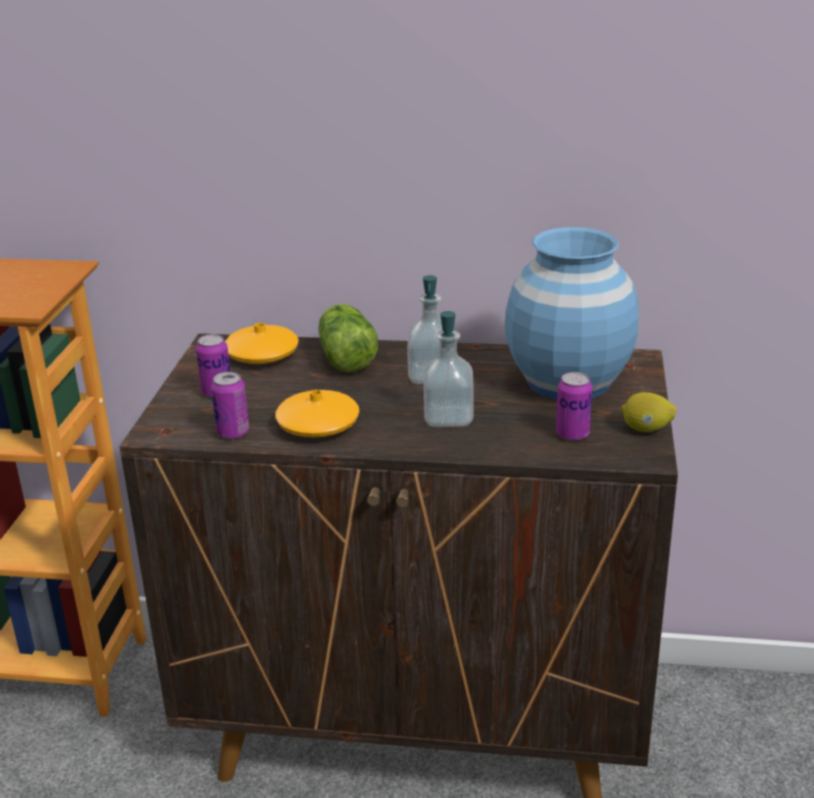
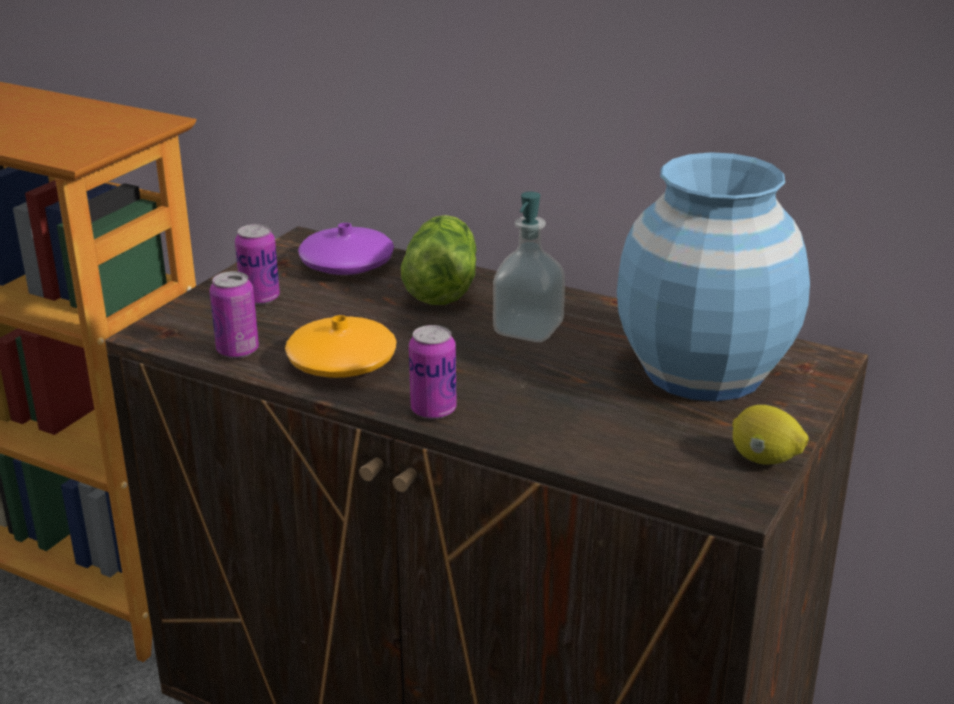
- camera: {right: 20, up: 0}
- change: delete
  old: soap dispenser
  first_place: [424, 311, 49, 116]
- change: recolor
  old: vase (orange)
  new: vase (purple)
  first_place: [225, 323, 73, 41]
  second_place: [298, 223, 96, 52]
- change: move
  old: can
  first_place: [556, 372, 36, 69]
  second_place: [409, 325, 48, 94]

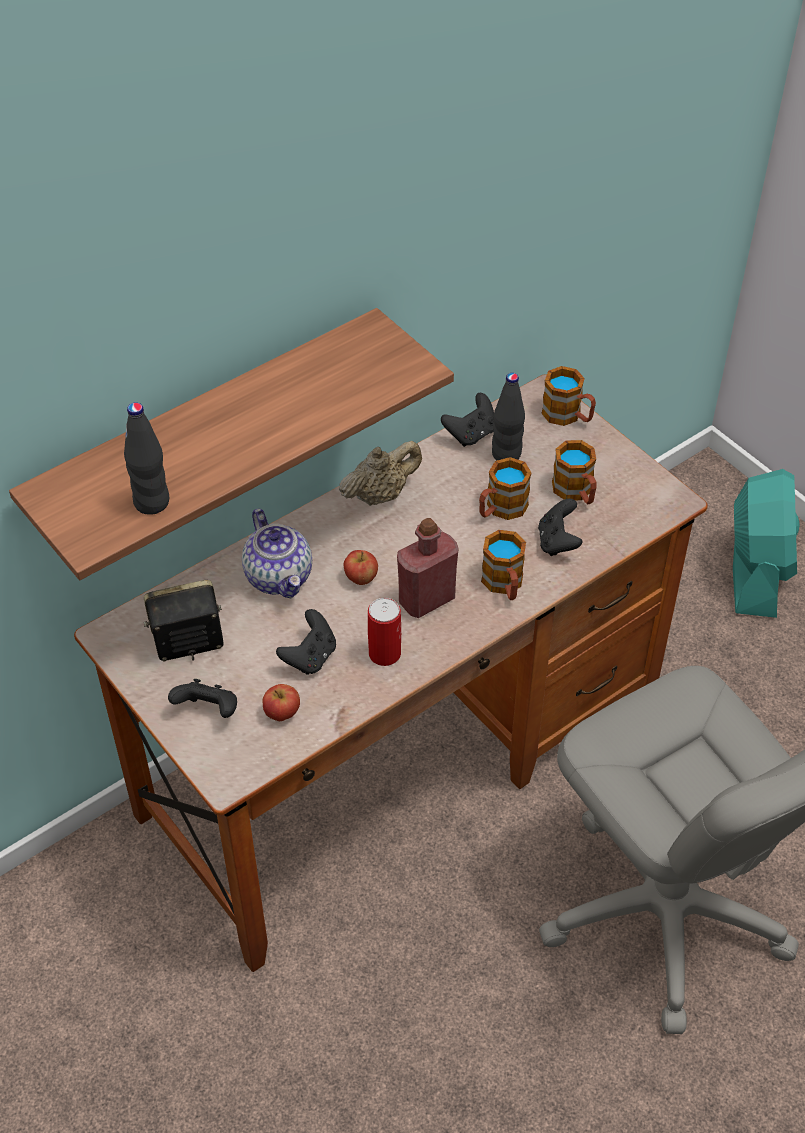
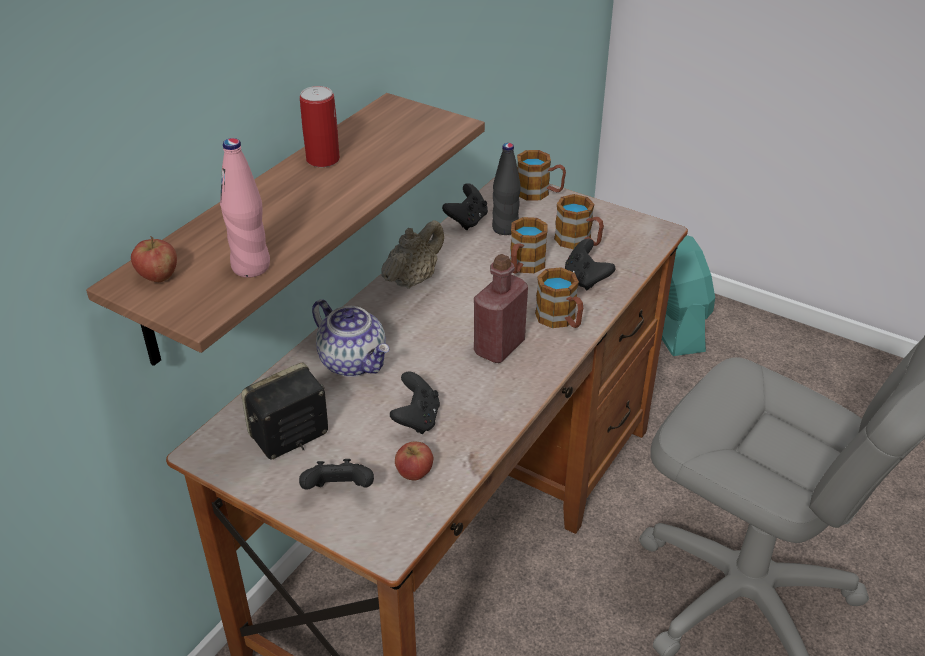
- camera: {right: -20, up: -10}
- change: recolor
  old: bottle (black)
  new: bottle (pink)
  first_place: [124, 402, 45, 113]
  second_place: [220, 138, 50, 140]
- change: move
  old: apple
  first_place: [344, 550, 34, 35]
  second_place: [131, 236, 46, 46]
- change: move
  old: can
  first_place: [368, 598, 33, 68]
  second_place: [300, 86, 40, 81]

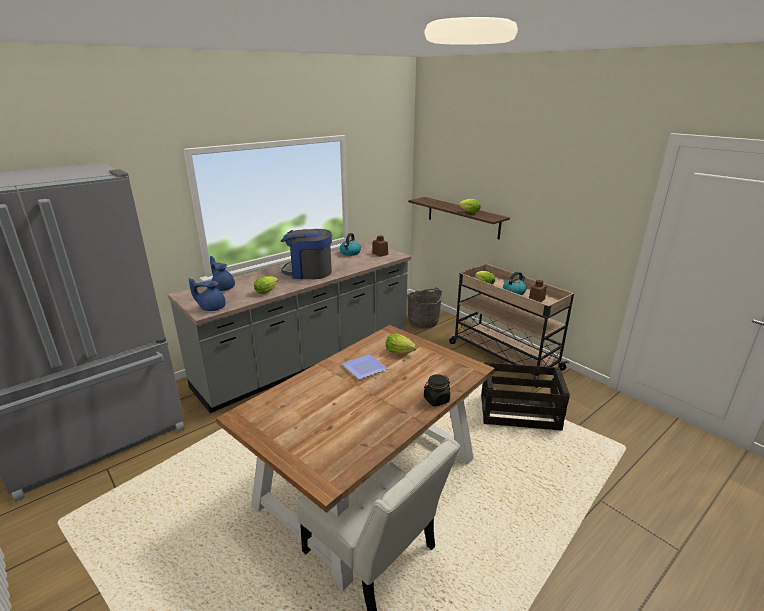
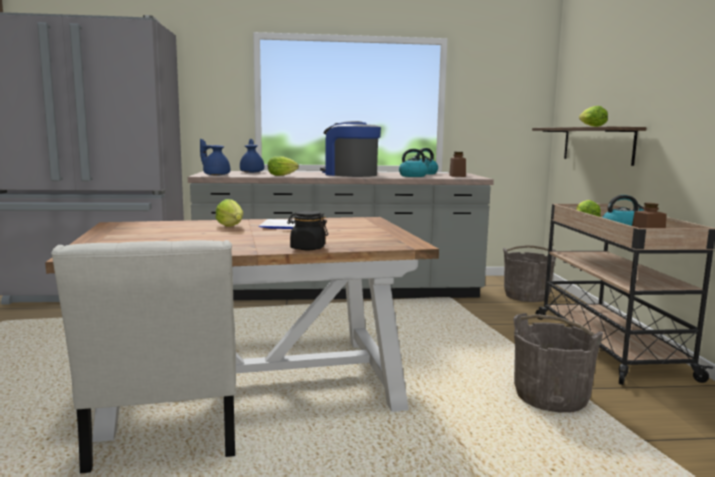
- camera: {right: 35, up: -15}
- change: move
  old: lettuce
  first_place: [386, 333, 31, 21]
  second_place: [215, 199, 28, 28]
- change: replace
  old: crate
  new: bucket (grey)
  first_place: [481, 362, 89, 69]
  second_place: [513, 313, 91, 99]
- change: insert
  new: kettle
  second_place: [399, 149, 33, 28]

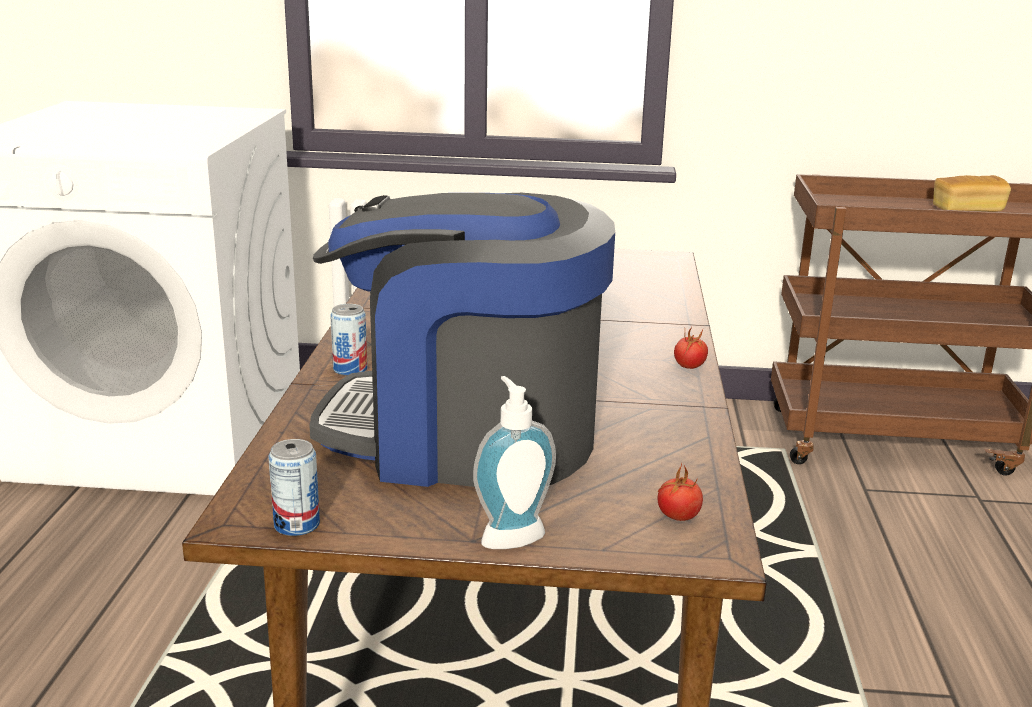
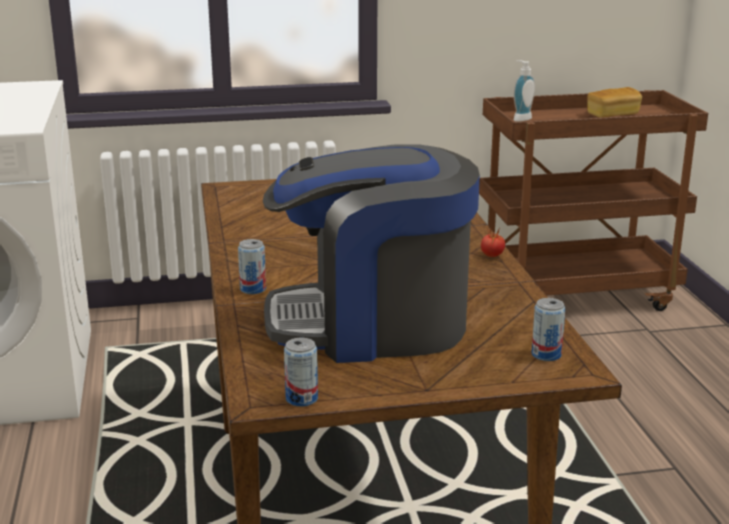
- camera: {right: -15, up: 0}
- change: move
  old: soap dispenser
  first_place: [473, 376, 83, 173]
  second_place: [513, 60, 22, 62]
- change: replace
  old: tomato
  new: can
  first_place: [658, 463, 45, 58]
  second_place: [532, 298, 34, 63]

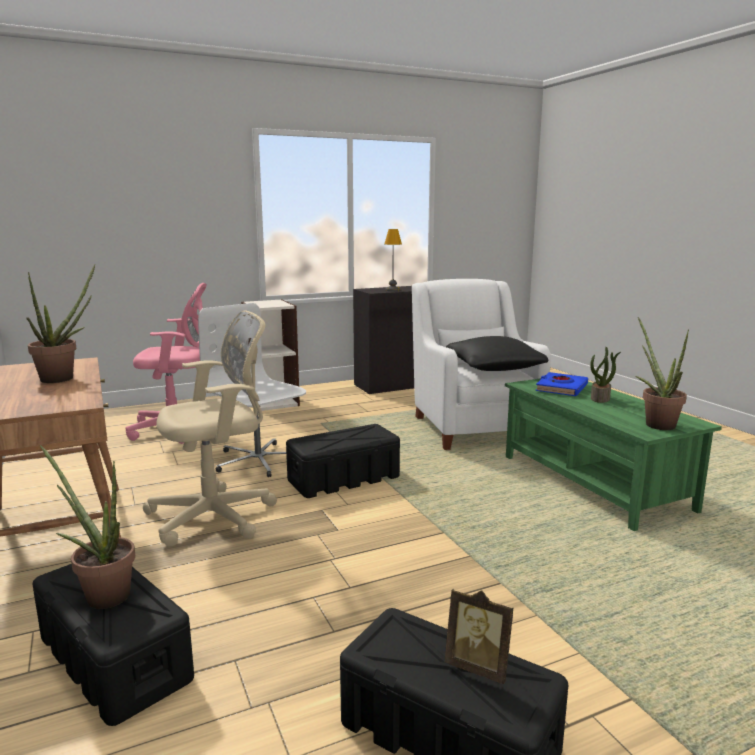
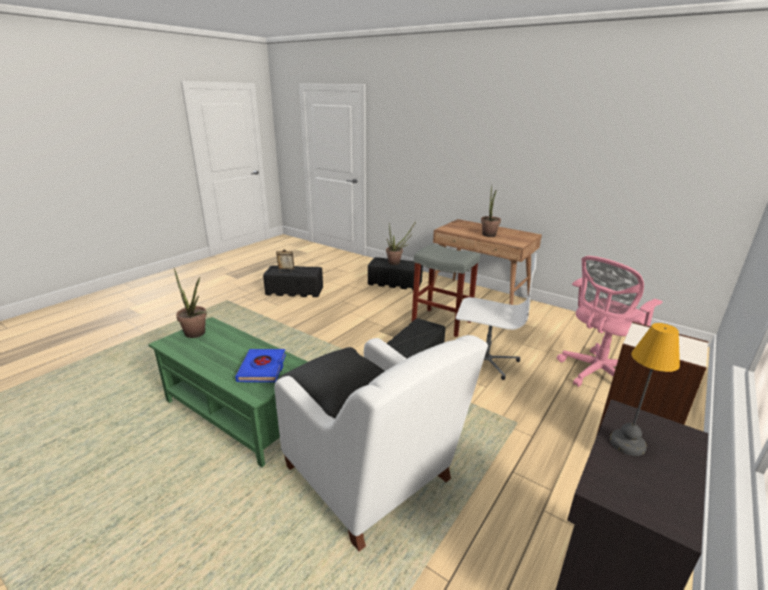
- camera: {right: 150, up: 10}
- change: replace
  old: office chair (beige)
  new: stool (grey)
  first_place: [143, 310, 134, 237]
  second_place: [412, 244, 68, 93]
- change: delete
  old: potted plant
  first_place: [590, 347, 31, 56]

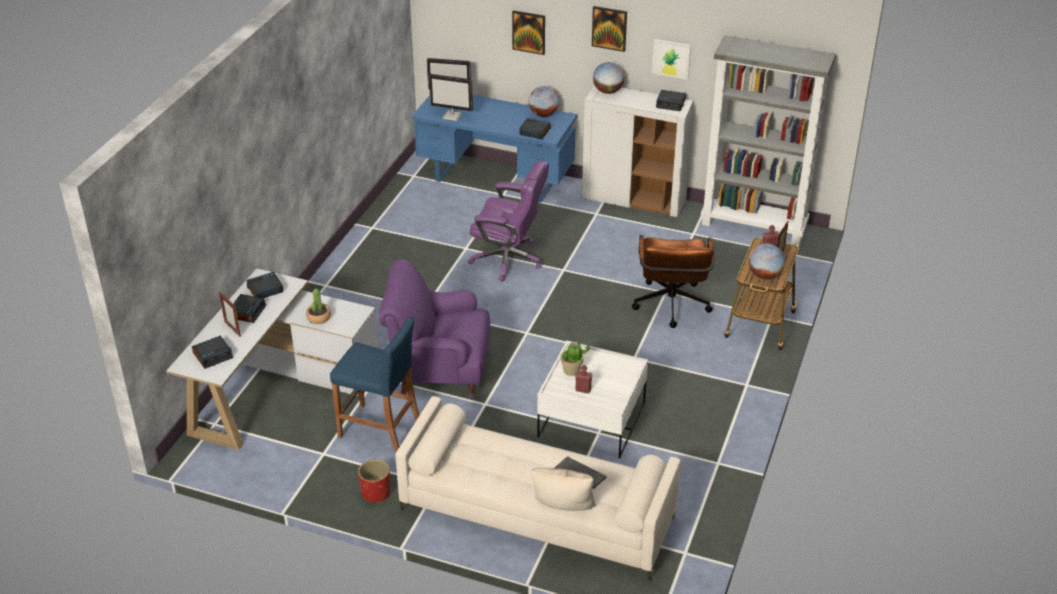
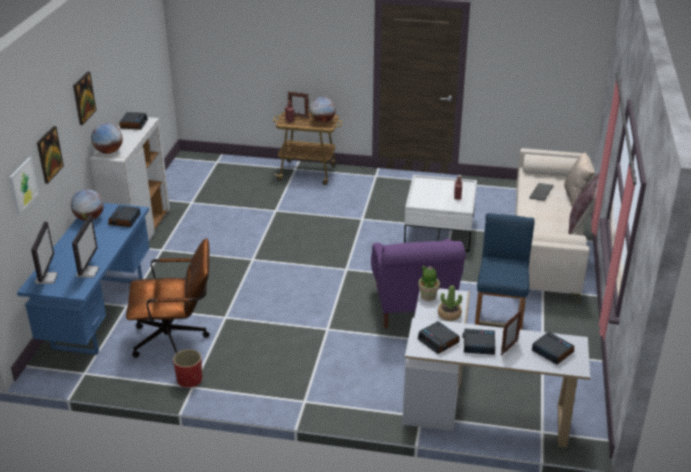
- camera: {right: -100, up: -5}
- change: delete
  old: bookcase (grey)
  first_place: [701, 35, 135, 210]
- change: move
  old: picture
  first_place: [652, 39, 39, 40]
  second_place: [9, 157, 30, 57]
- change: delete
  old: office chair (purple)
  first_place: [468, 161, 81, 121]
- change: move
  old: office chair (brown)
  first_place: [632, 235, 83, 93]
  second_place: [126, 238, 84, 120]
- change: move
  old: potted plant
  first_place: [561, 341, 29, 35]
  second_place: [418, 265, 22, 36]
- change: move
  old: planter (red)
  first_place: [358, 459, 32, 44]
  second_place: [173, 349, 30, 39]
- change: insert
  new: pillow (brown)
  second_place: [568, 173, 32, 61]

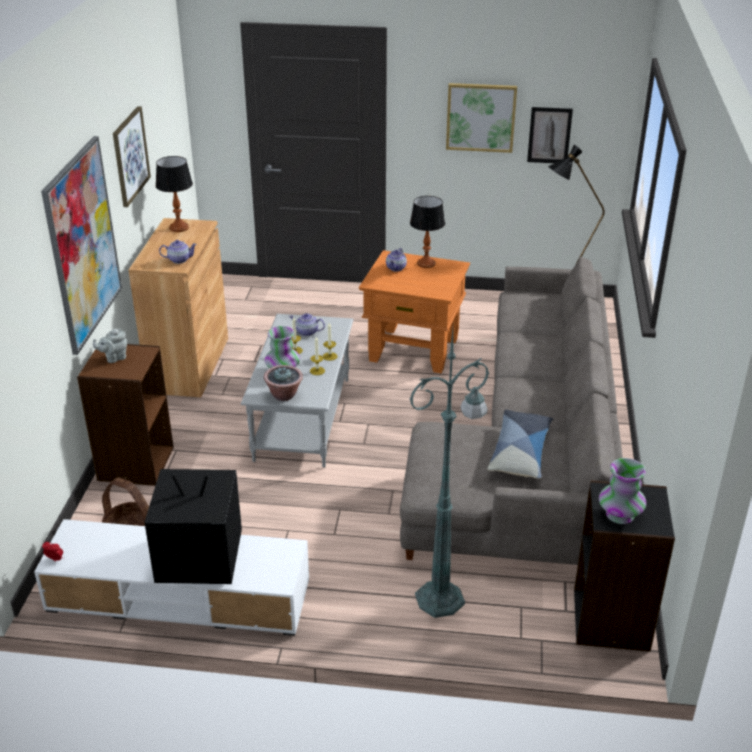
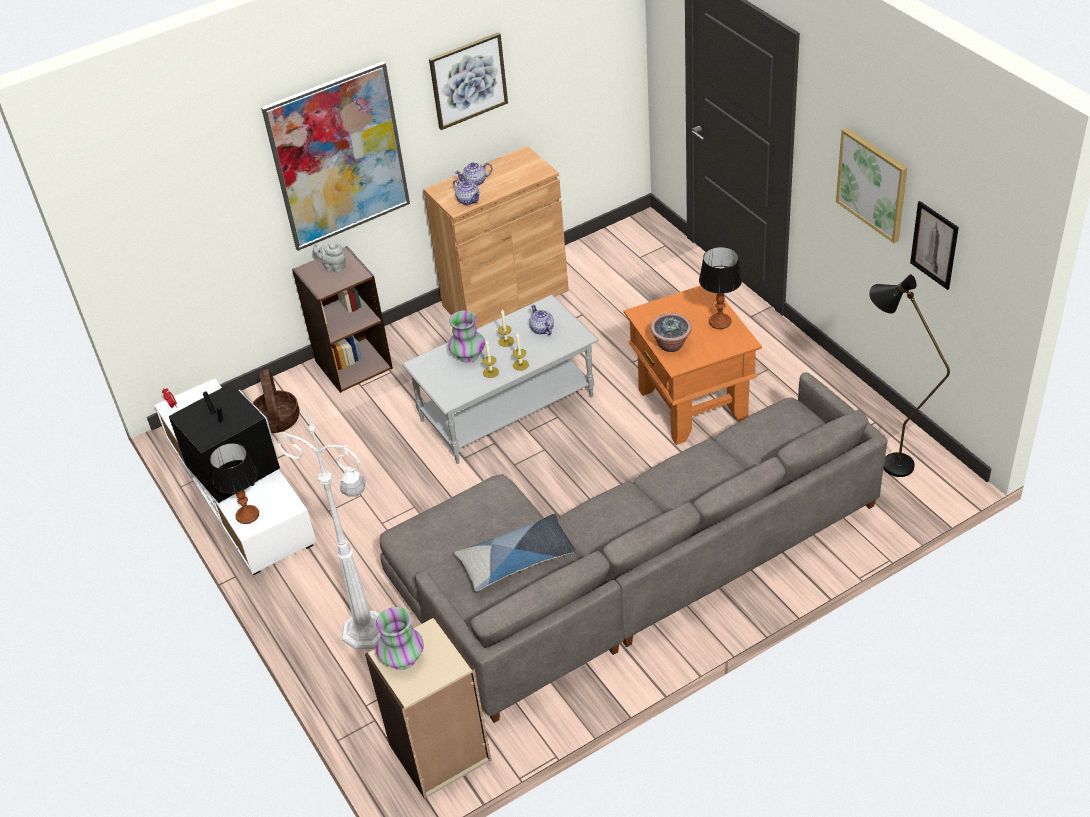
- camera: {right: 55, up: 10}
- change: move
  old: table lamp
  first_place: [156, 156, 37, 76]
  second_place: [210, 443, 49, 81]
- change: move
  old: teapot
  first_place: [386, 248, 21, 24]
  second_place: [455, 162, 38, 24]
- change: recolor
  old: floor lamp (green)
  new: floor lamp (white)
  first_place: [410, 329, 79, 289]
  second_place: [277, 403, 104, 246]
- change: move
  old: potted plant
  first_place: [264, 365, 39, 36]
  second_place: [651, 313, 41, 39]
- change: recolor
  old: bookcase (black)
  new: bookcase (beige)
  first_place: [574, 480, 101, 172]
  second_place: [365, 616, 126, 183]

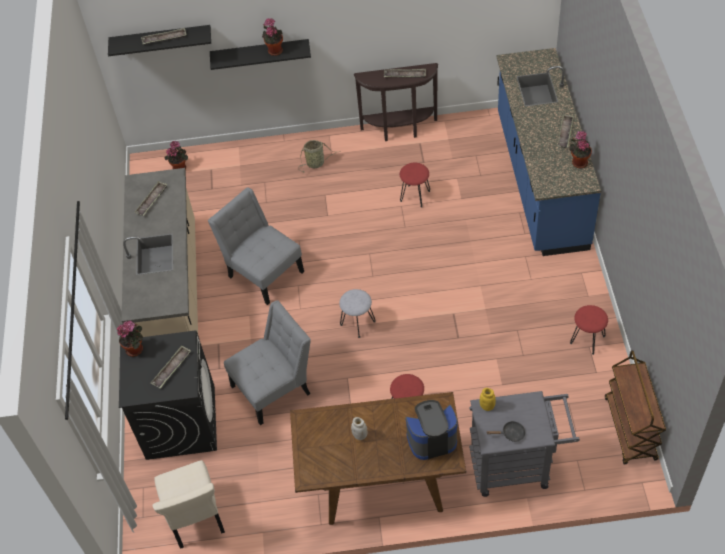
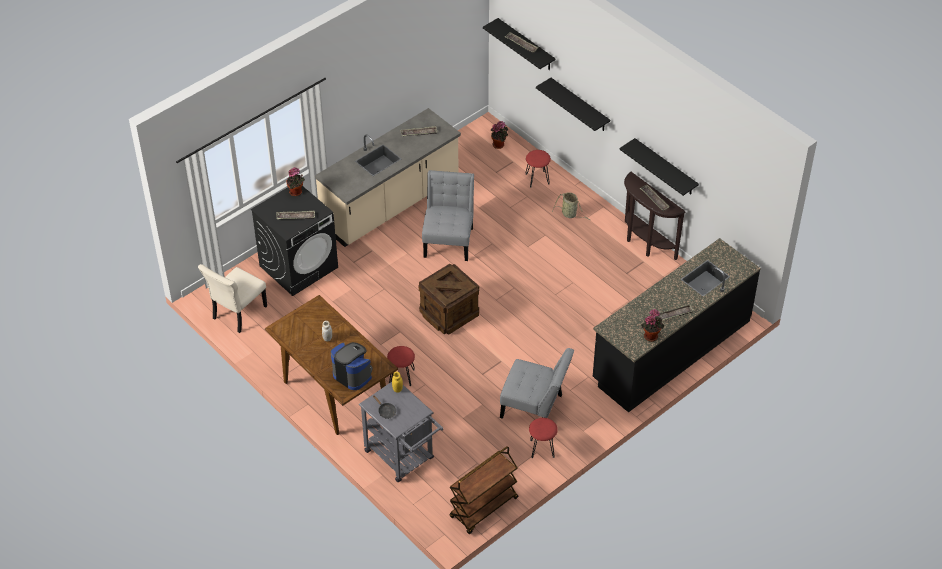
- camera: {right: 50, up: -5}
- change: delete
  old: potted plant
  first_place: [262, 18, 21, 38]
- change: recolor
  old: counter (blue)
  new: counter (black)
  first_place: [496, 48, 105, 208]
  second_place: [593, 238, 168, 174]
- change: move
  old: stool (red)
  first_place: [400, 163, 30, 45]
  second_place: [526, 150, 25, 37]
- change: replace
  old: stool (grey)
  new: crate
  first_place: [339, 289, 37, 49]
  second_place: [419, 264, 60, 71]
- change: move
  old: chair (grey)
  first_place: [224, 300, 87, 125]
  second_place: [500, 348, 74, 71]
- change: insert
  new: shelf (black)
  second_place: [619, 138, 80, 58]

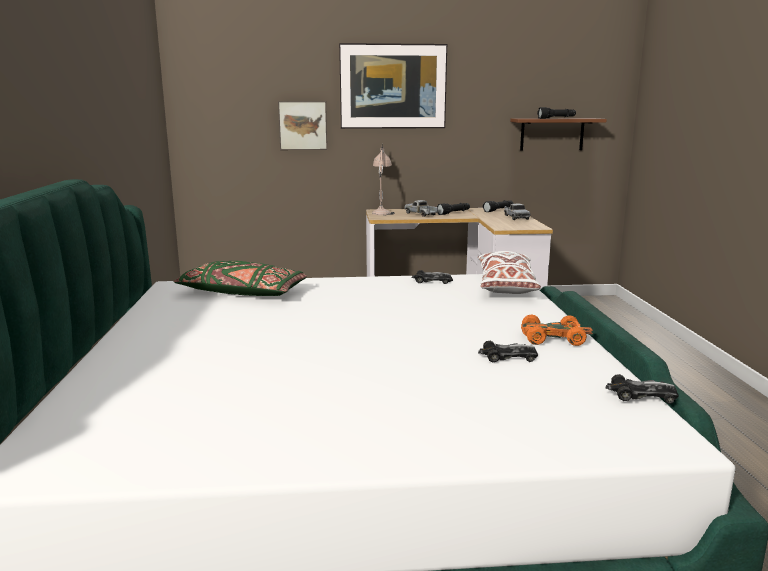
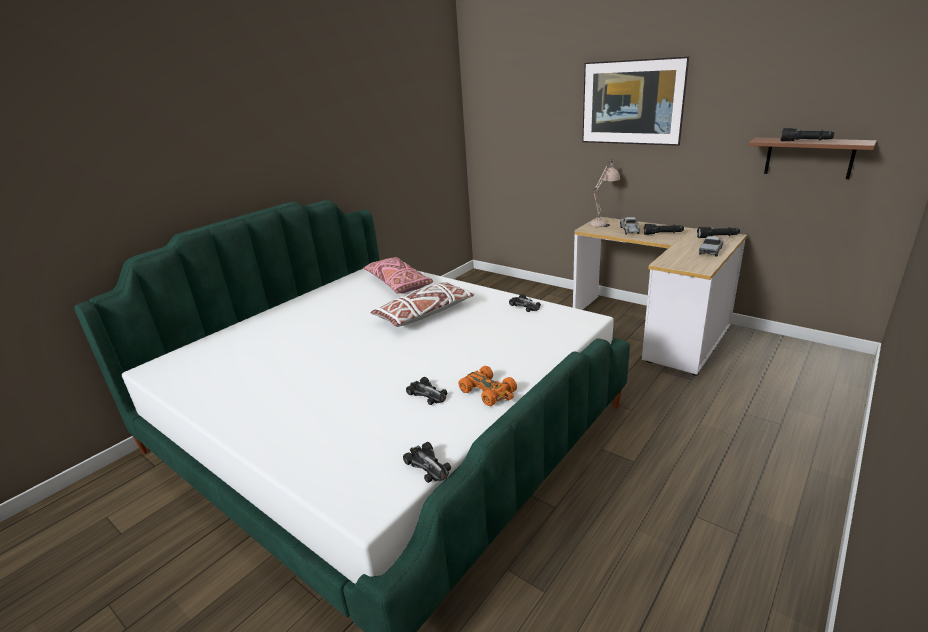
- camera: {right: 45, up: 10}
- change: delete
  old: picture
  first_place: [278, 101, 49, 49]
- change: move
  old: pillow (white)
  first_place: [478, 251, 63, 43]
  second_place: [370, 282, 104, 45]
- change: recolor
  old: pillow (green)
  new: pillow (pink)
  first_place: [174, 261, 133, 35]
  second_place: [363, 257, 70, 37]

